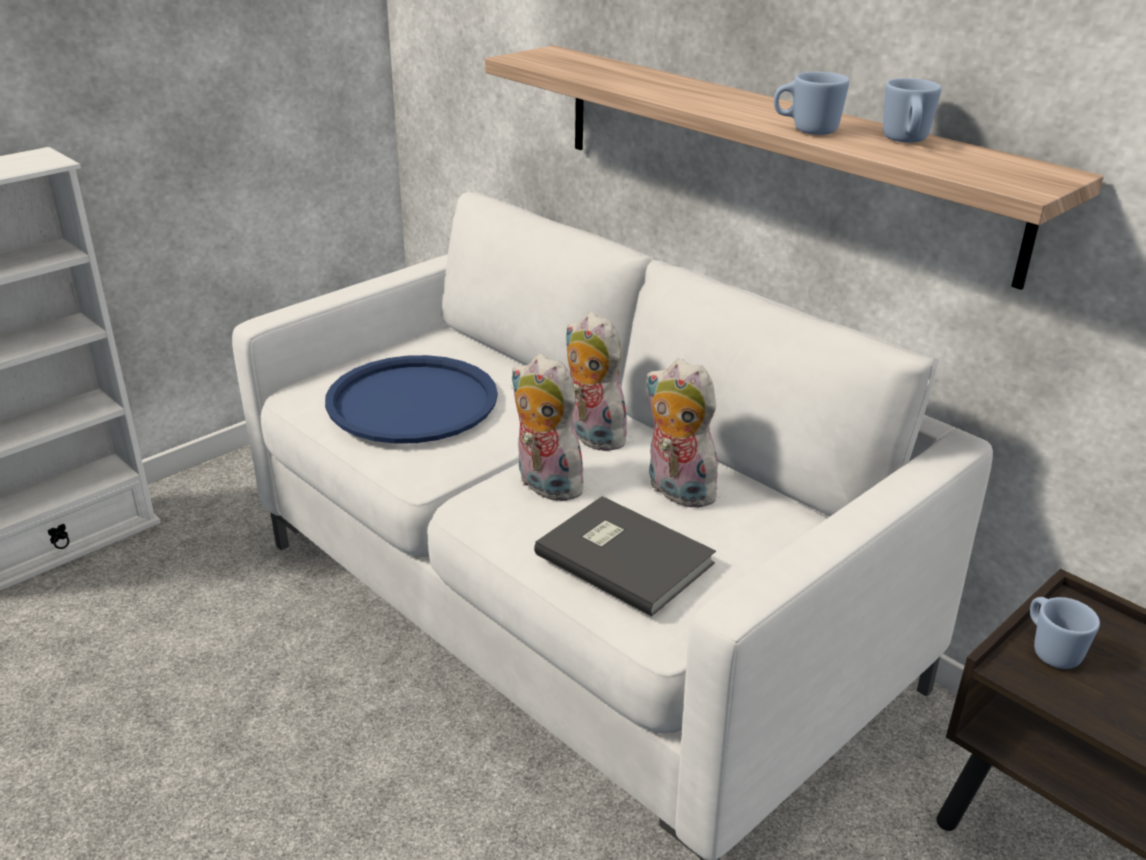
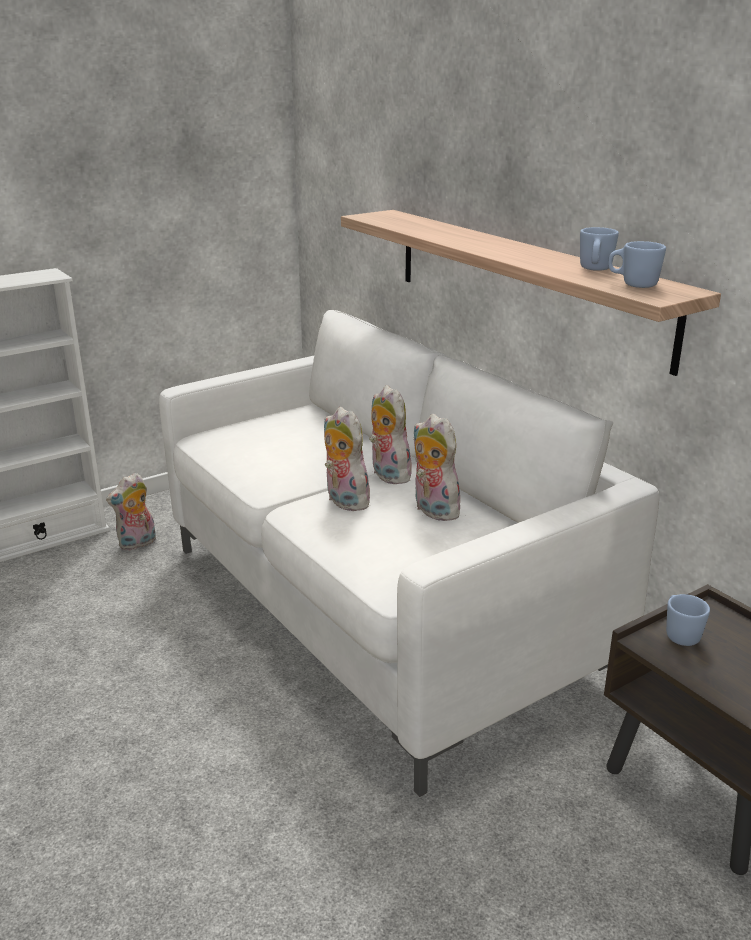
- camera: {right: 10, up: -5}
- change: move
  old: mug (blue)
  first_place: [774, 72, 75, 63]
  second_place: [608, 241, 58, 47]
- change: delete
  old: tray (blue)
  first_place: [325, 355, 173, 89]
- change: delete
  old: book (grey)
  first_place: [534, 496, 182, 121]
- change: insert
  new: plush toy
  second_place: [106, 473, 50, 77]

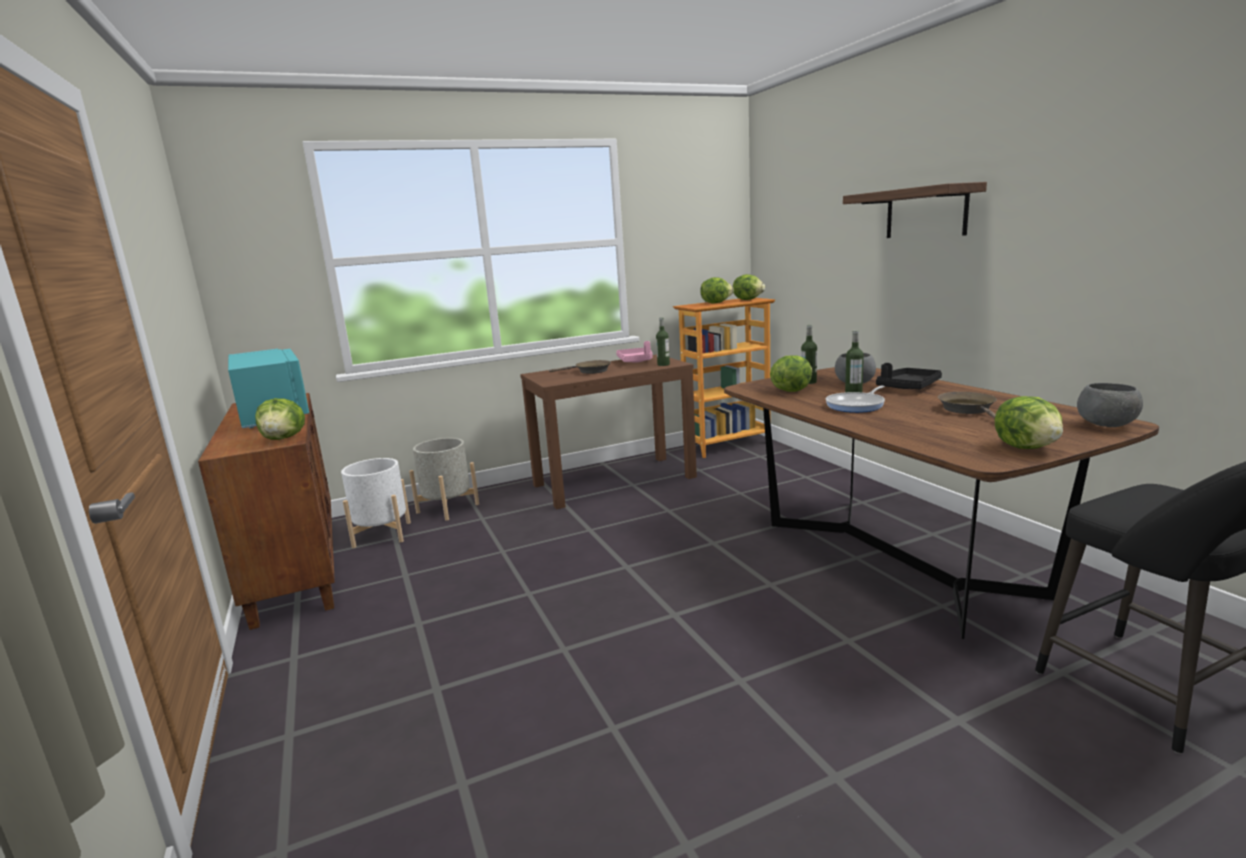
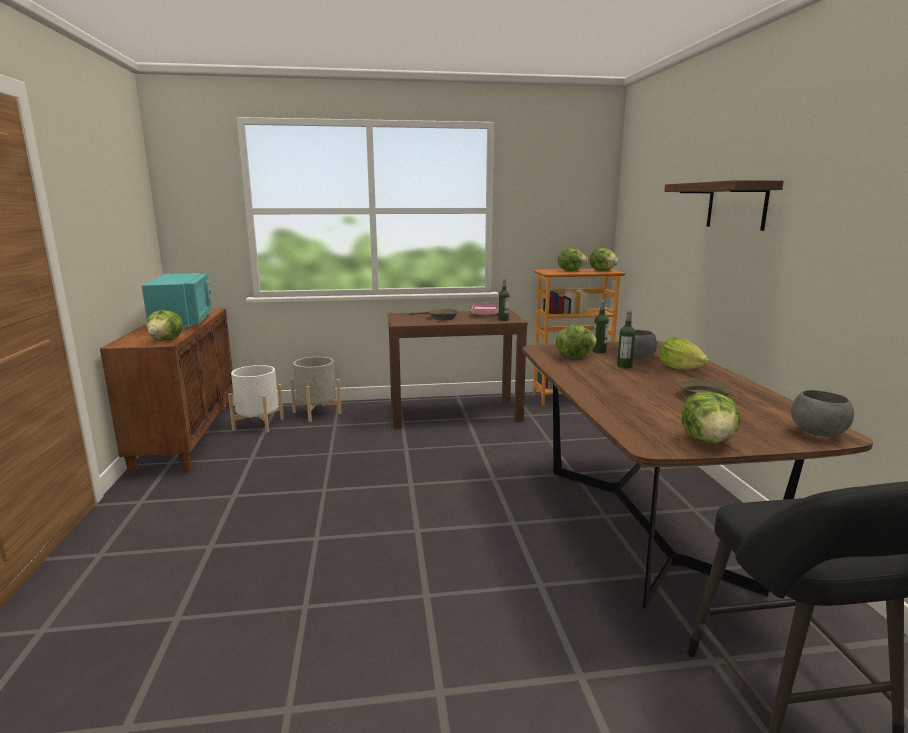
- camera: {right: 15, up: 0}
- change: replace
  old: tray (black)
  new: lettuce
  first_place: [876, 363, 66, 26]
  second_place: [659, 337, 50, 33]
- change: delete
  old: frying pan
  first_place: [825, 386, 60, 27]

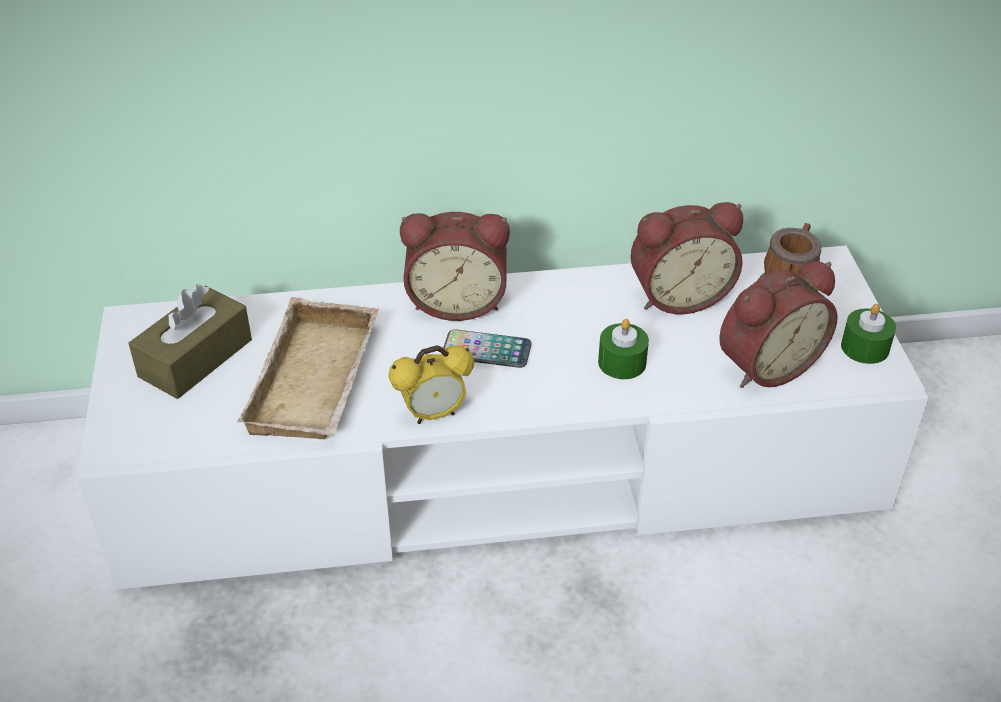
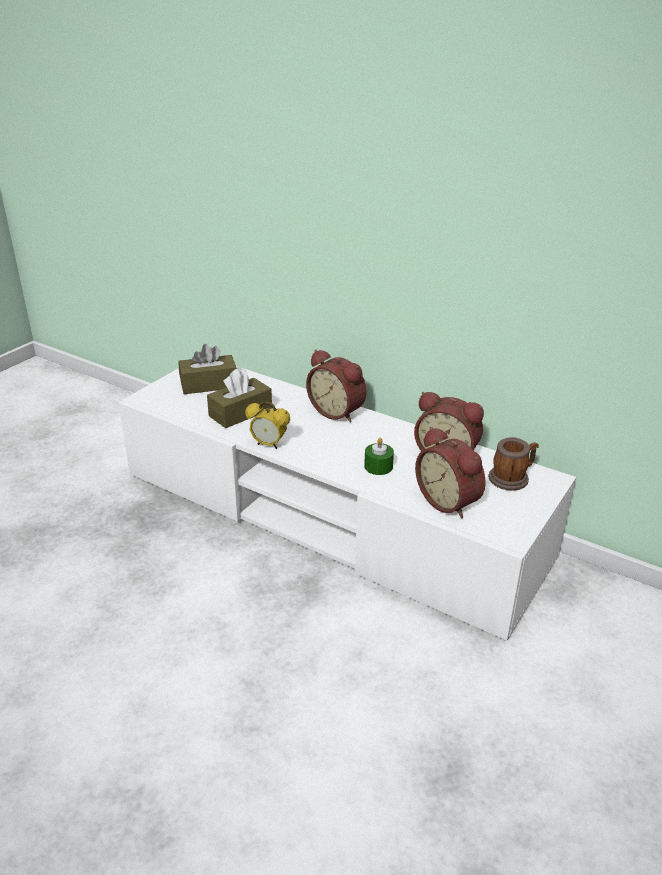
- camera: {right: 40, up: -10}
- change: rotate
  old: alarm clock
  first_place: [719, 262, 119, 126]
  second_place: [415, 427, 70, 91]
  degrees: 45
- change: replace
  old: tray (beige)
  new: tissue box (brown)
  first_place: [237, 297, 142, 142]
  second_place: [207, 368, 65, 60]
- change: delete
  old: candle (green)
  first_place: [841, 304, 55, 60]
- change: delete
  old: phone
  first_place: [443, 329, 89, 39]

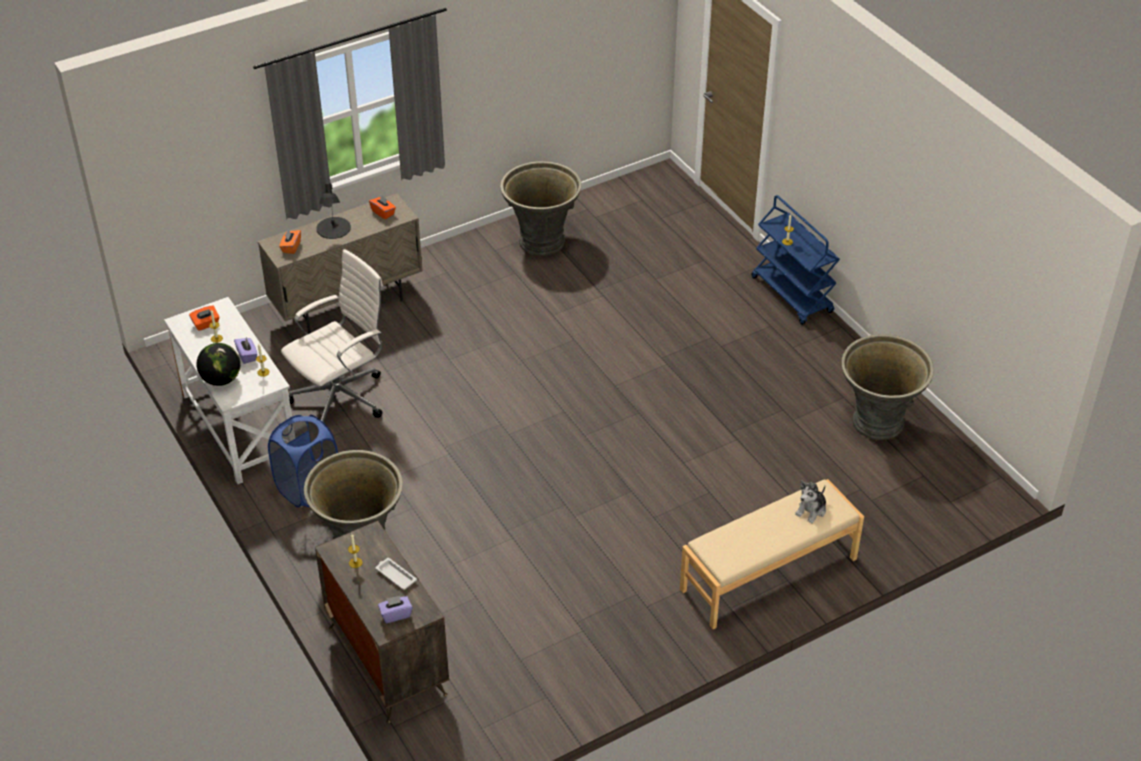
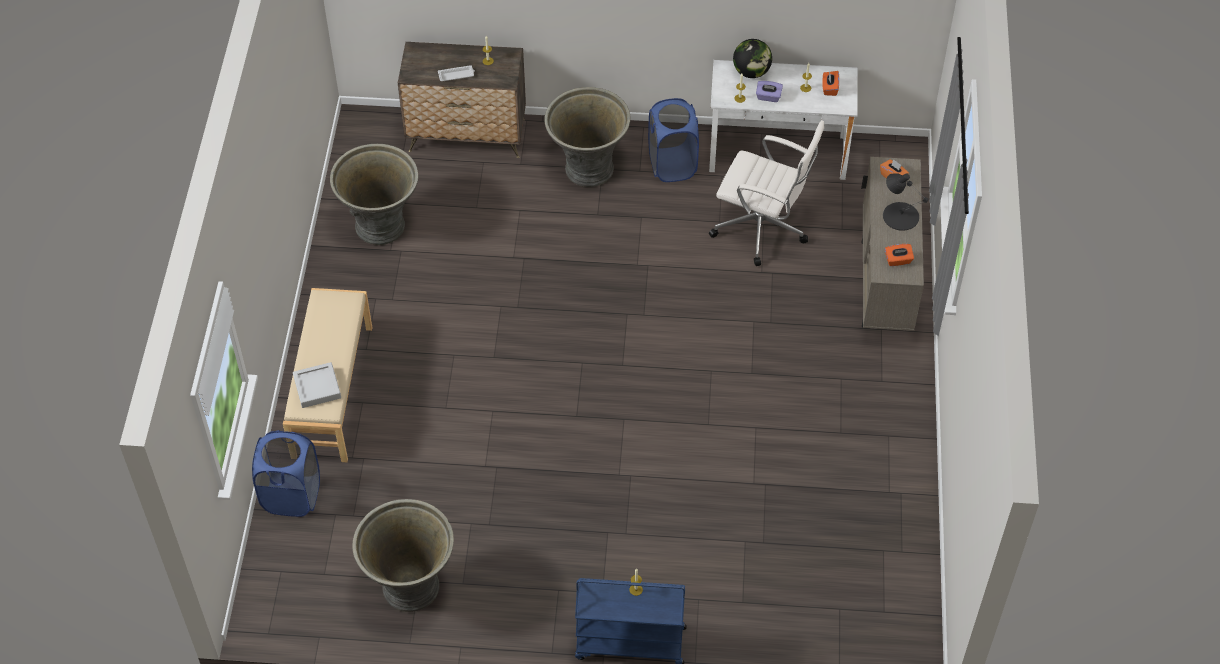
- camera: {right: 125, up: 10}
- change: move
  old: planter (grey)
  first_place: [500, 161, 82, 95]
  second_place: [330, 144, 88, 101]
- change: rotate
  old: office chair (white)
  first_place: [281, 249, 102, 174]
  second_place: [709, 120, 115, 146]
  degrees: -60
- change: replace
  old: plush toy
  new: tray (grey)
  first_place: [795, 480, 31, 43]
  second_place: [293, 362, 48, 46]
- change: delete
  old: tissue box (purple)
  first_place: [378, 596, 35, 27]
- change: insert
  new: laundry basket (blue)
  second_place: [252, 430, 68, 87]

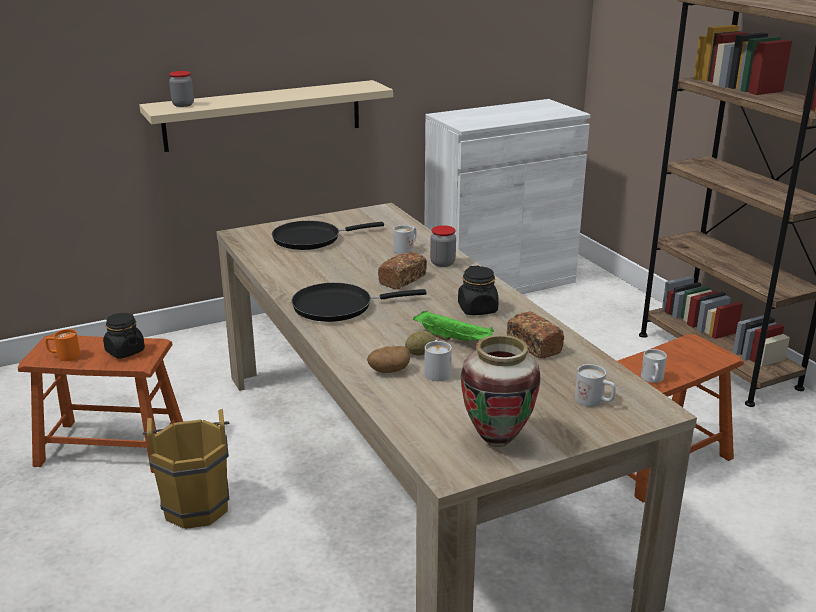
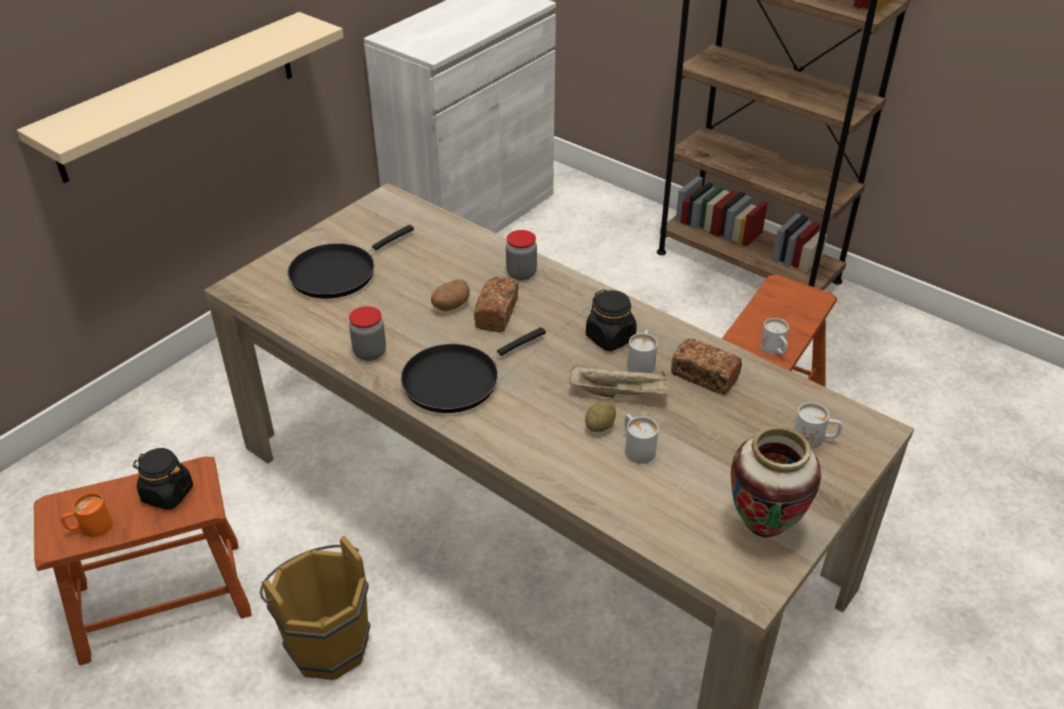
- camera: {right: -25, up: 15}
- change: move
  old: jar
  first_place: [169, 71, 25, 36]
  second_place: [349, 306, 37, 55]
- change: move
  old: mug (white)
  first_place: [393, 225, 24, 29]
  second_place: [627, 330, 31, 43]
- change: recolor
  old: tray (green)
  new: tray (beige)
  first_place: [413, 310, 81, 31]
  second_place: [569, 365, 99, 33]
- change: move
  old: potato
  first_place: [367, 346, 43, 27]
  second_place: [431, 279, 39, 32]

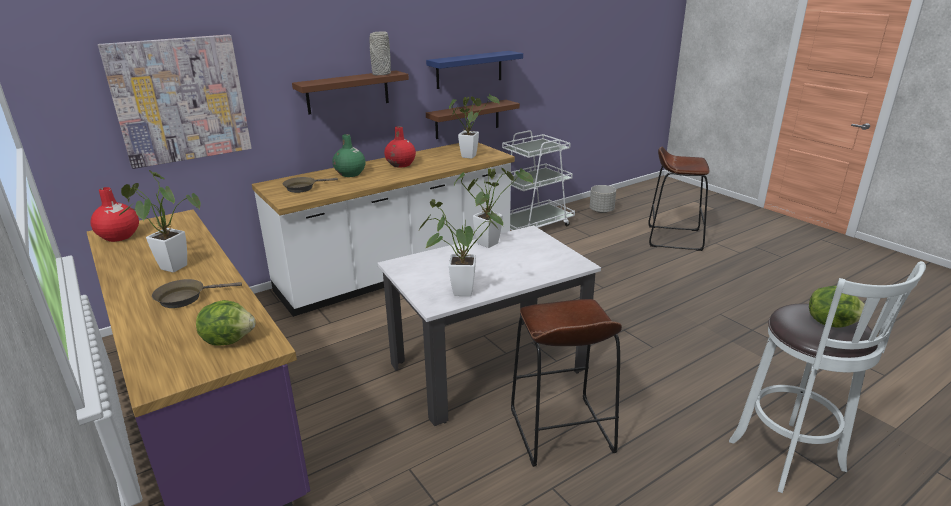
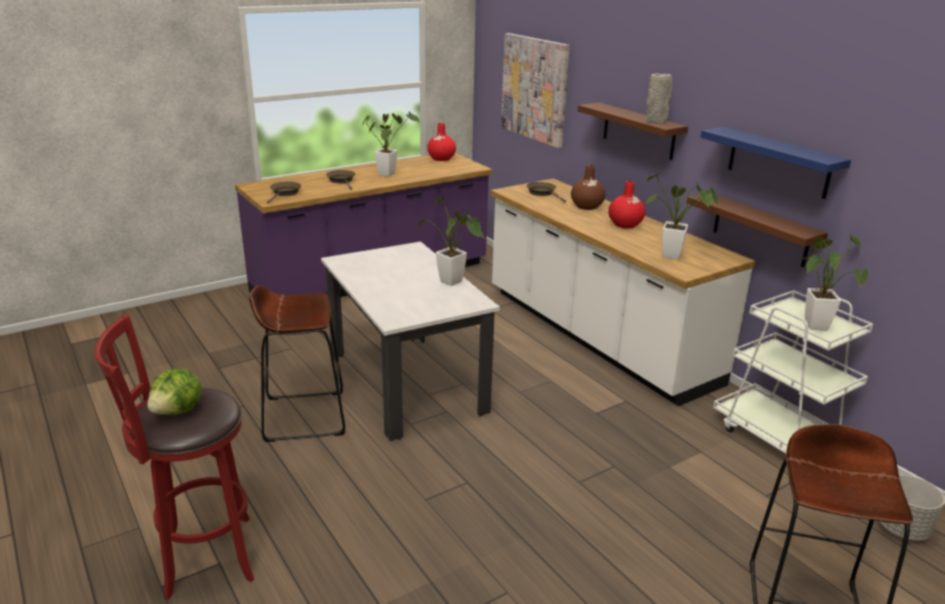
- camera: {right: 90, up: 0}
- change: recolor
  old: vase (green)
  new: vase (brown)
  first_place: [332, 134, 34, 43]
  second_place: [571, 165, 35, 45]
- change: move
  old: potted plant
  first_place: [419, 199, 84, 97]
  second_place: [799, 233, 70, 98]
- change: recolor
  old: stool (white)
  new: stool (red)
  first_place: [729, 261, 197, 232]
  second_place: [95, 314, 159, 286]
- change: replace
  old: lettuce
  new: frying pan (brown)
  first_place: [196, 300, 60, 46]
  second_place: [267, 182, 34, 22]

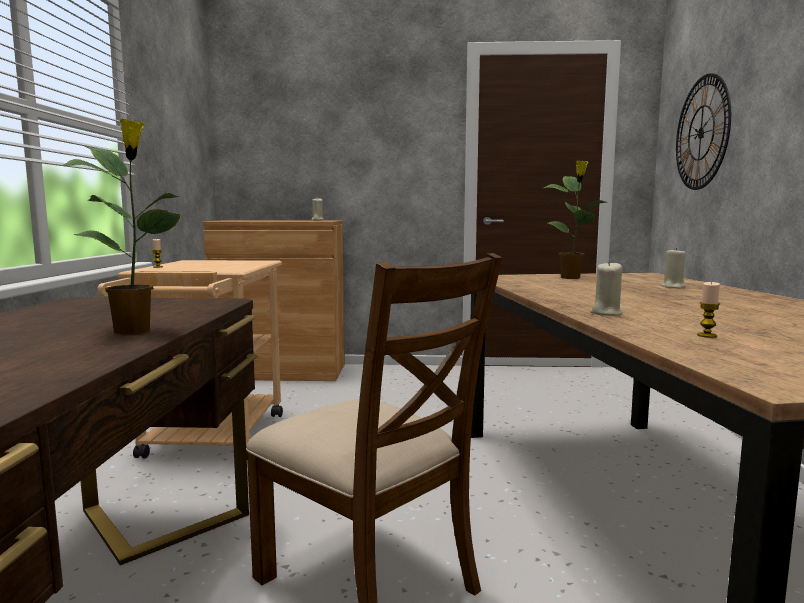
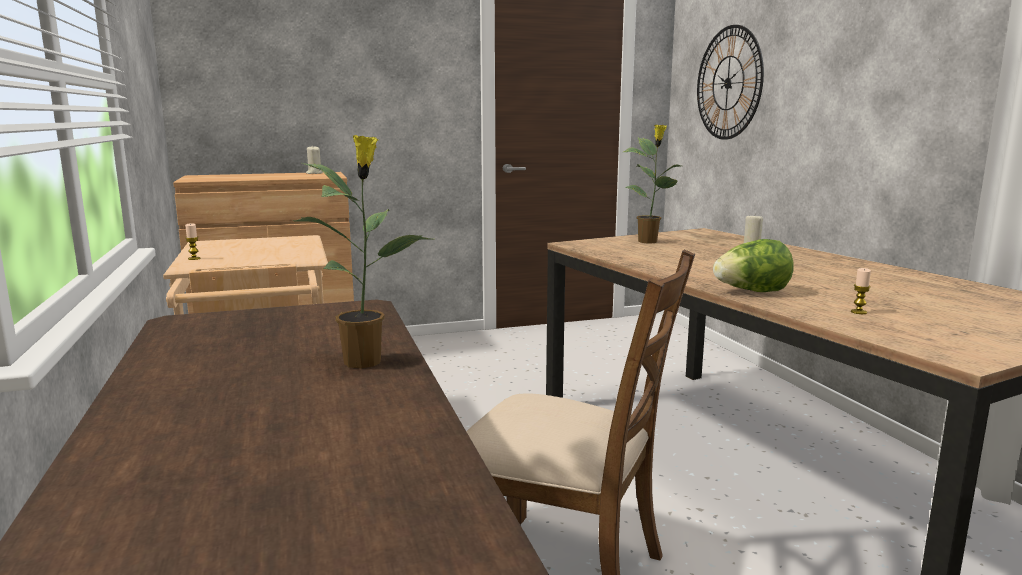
- camera: {right: -20, up: 5}
- change: replace
  old: candle (beige)
  new: lettuce
  first_place: [590, 261, 33, 55]
  second_place: [713, 239, 81, 53]

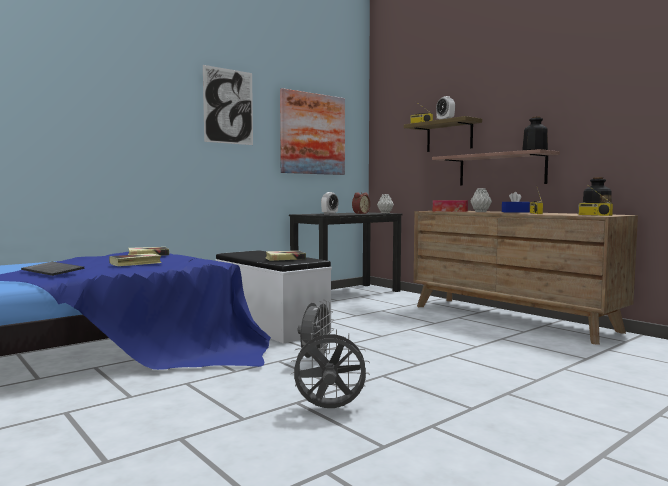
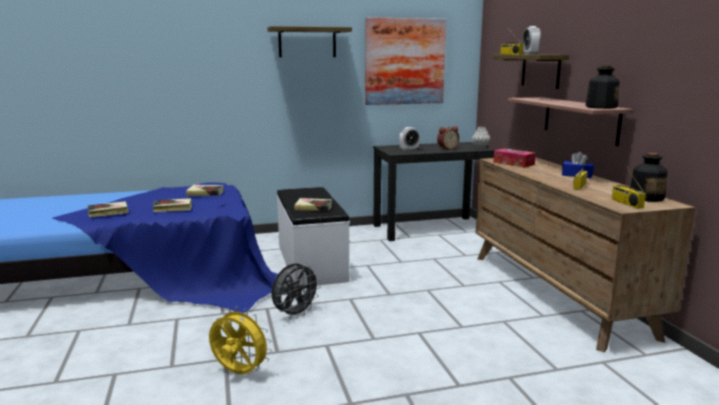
- camera: {right: 25, up: 10}
- change: replace
  old: picture
  new: shelf
  first_place: [203, 65, 50, 80]
  second_place: [267, 26, 85, 31]
- change: delete
  old: vase (grey)
  first_place: [471, 188, 21, 24]
- change: replace
  old: keyboard
  new: book
  first_place: [21, 262, 63, 14]
  second_place: [87, 201, 42, 16]
- change: recolor
  old: fan (grey)
  new: fan (yellow)
  first_place: [291, 329, 79, 79]
  second_place: [209, 306, 63, 68]

